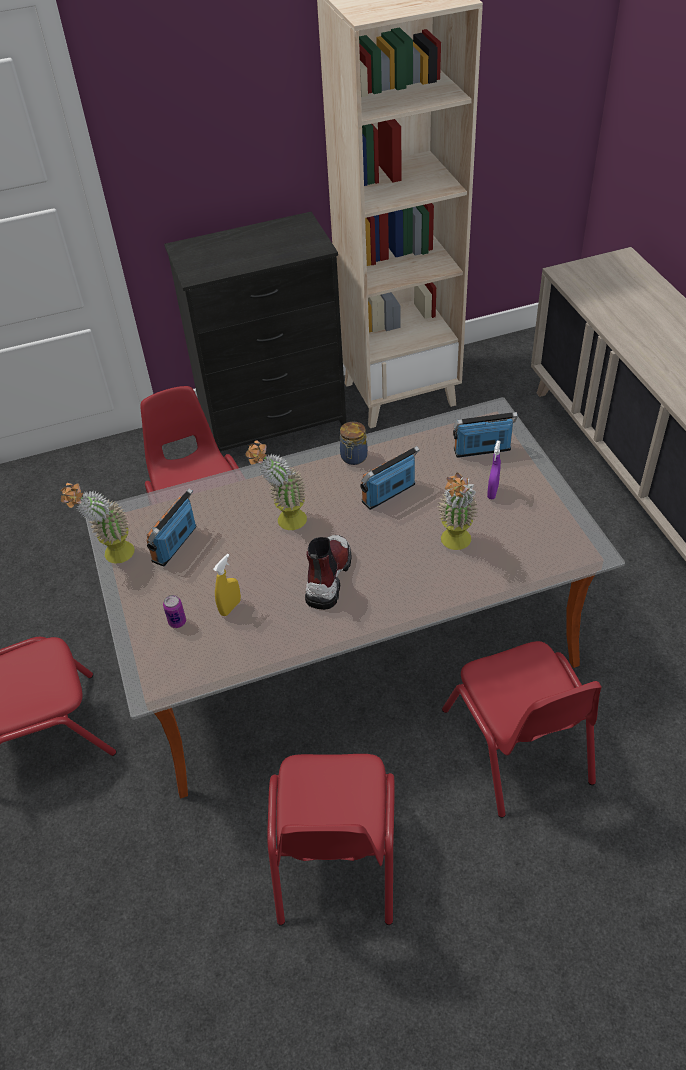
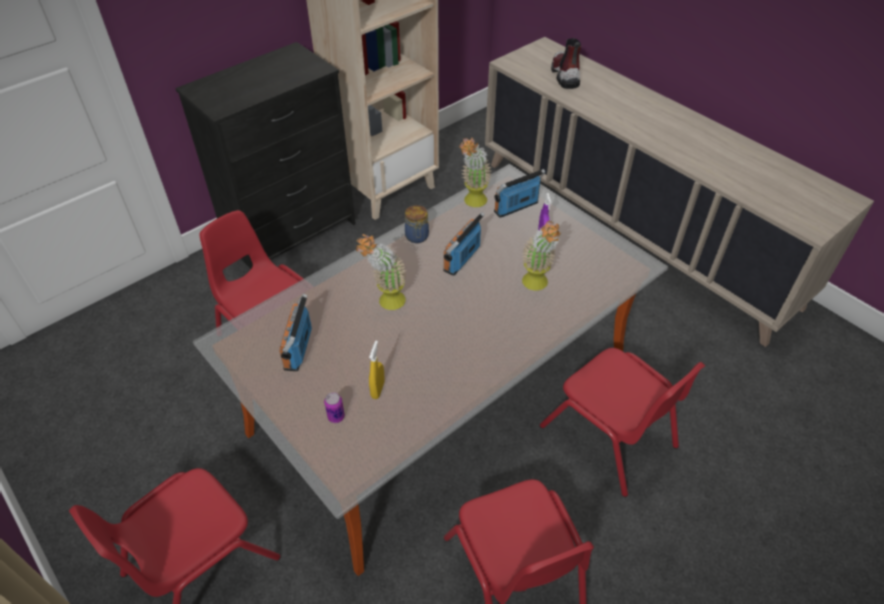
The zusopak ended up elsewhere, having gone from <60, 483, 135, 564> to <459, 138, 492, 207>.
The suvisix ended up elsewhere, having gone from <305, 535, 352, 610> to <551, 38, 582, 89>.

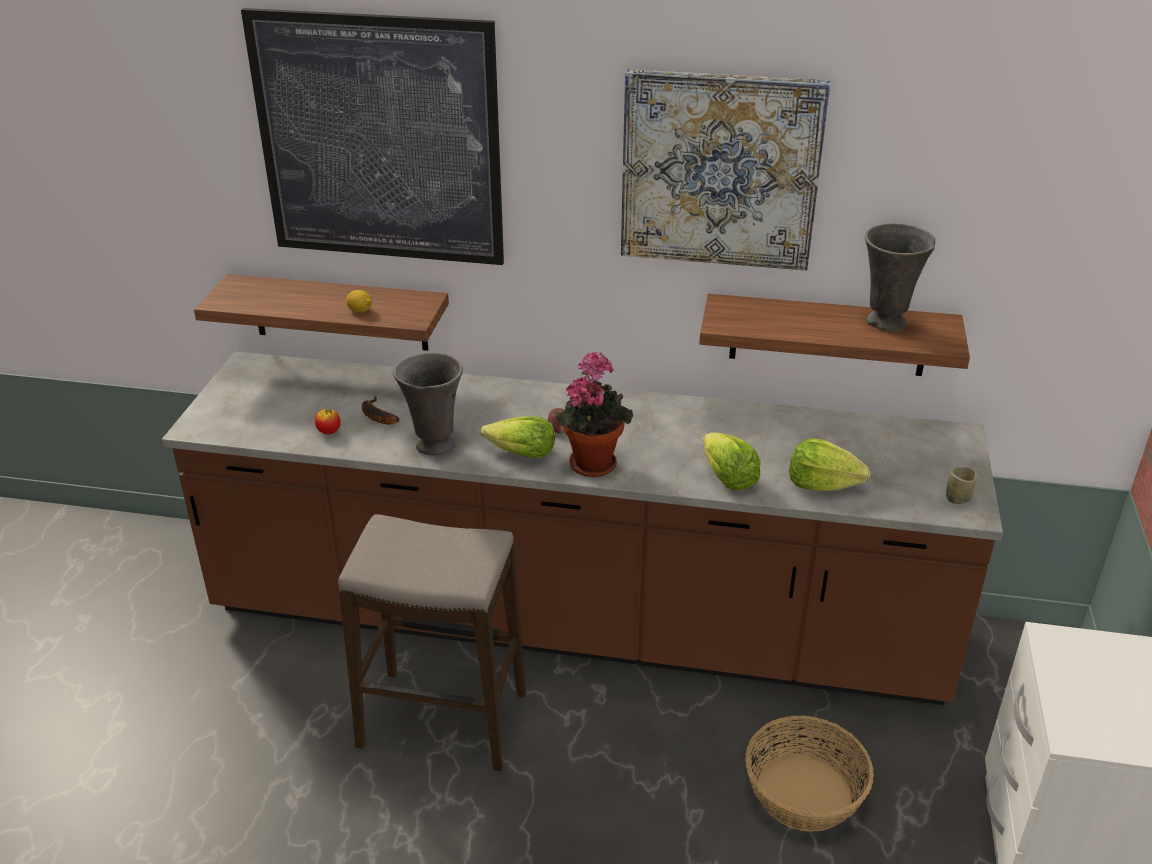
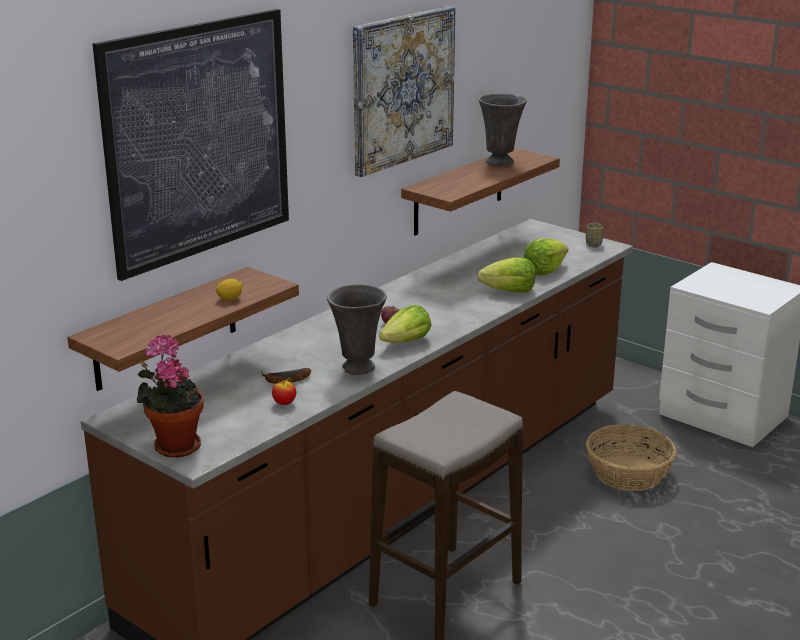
The zusopak ended up elsewhere, having gone from <555, 352, 633, 477> to <137, 335, 204, 458>.

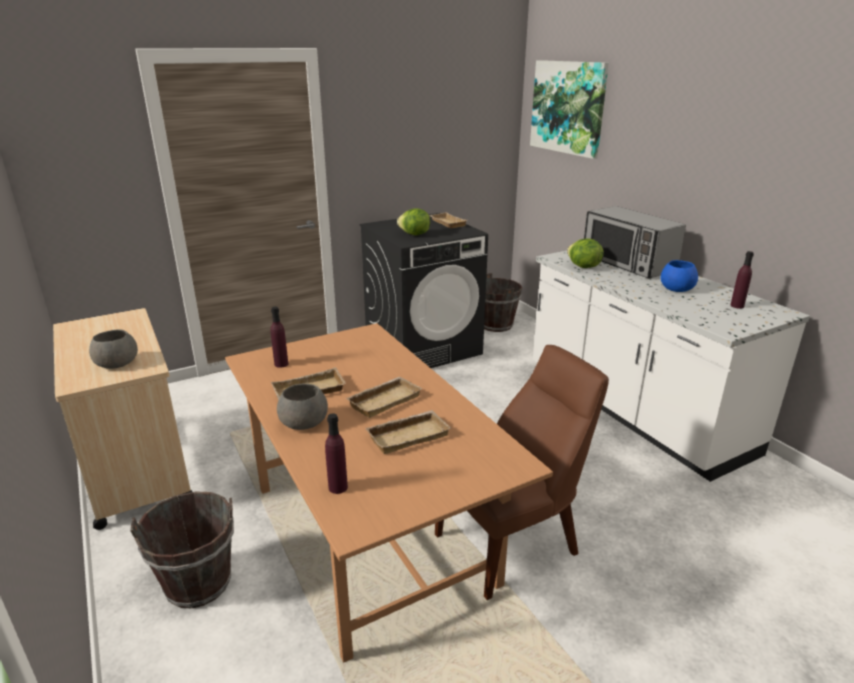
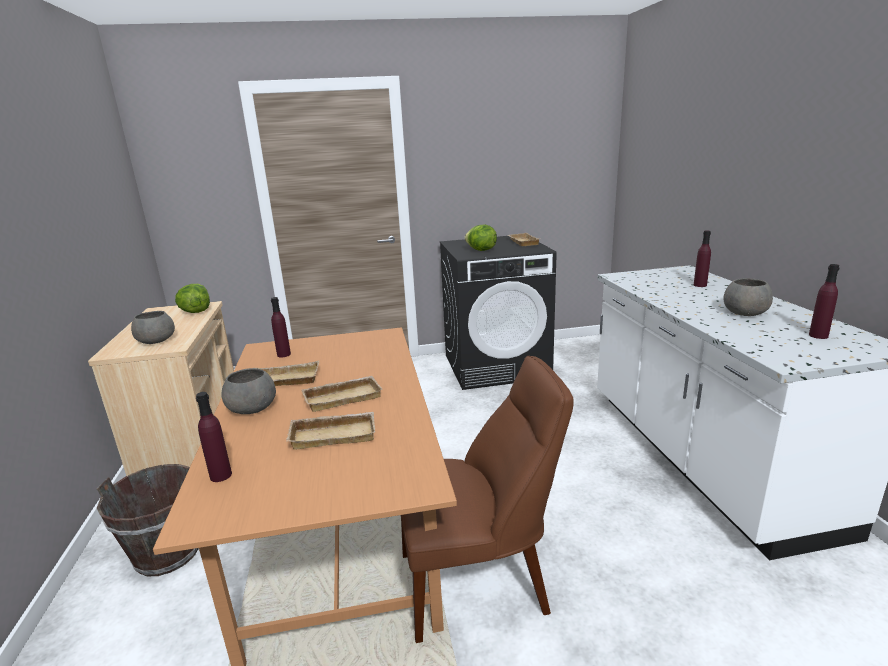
The second view lost the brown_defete at <484, 273, 522, 332>.
The second view lost the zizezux at <530, 60, 609, 159>.
The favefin ended up elsewhere, having gone from <567, 238, 604, 268> to <175, 284, 210, 313>.
Where the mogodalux stood at <584, 206, 686, 279>, the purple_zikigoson came to stand at <694, 230, 711, 287>.
What was the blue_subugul at <661, 260, 698, 292> turned into the grey_subugul at <723, 278, 773, 316>.

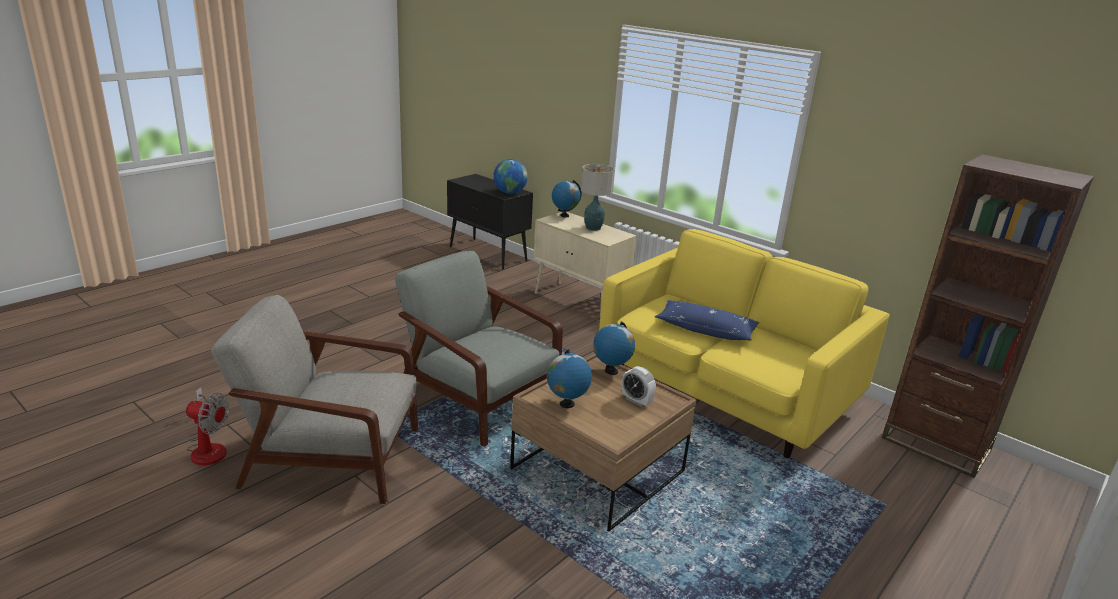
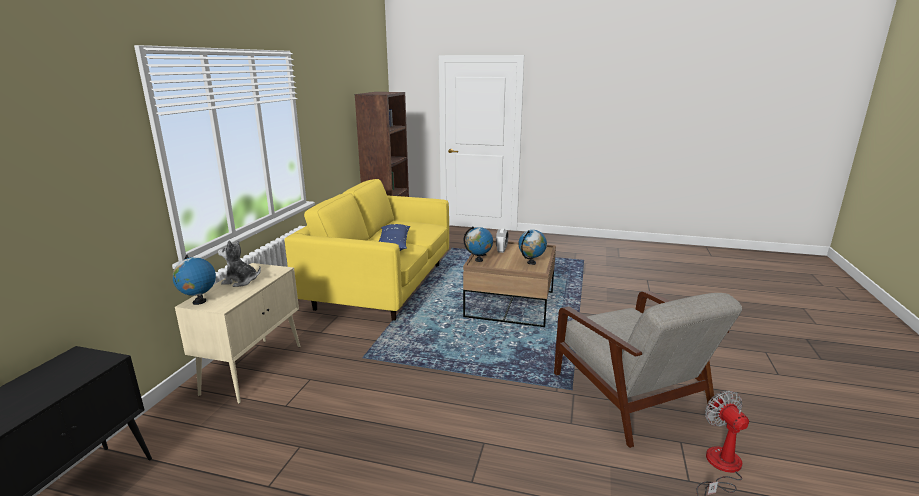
The second view lost the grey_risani at <395, 251, 563, 447>.
The second view lost the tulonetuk at <493, 159, 528, 194>.
Where the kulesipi stood at <581, 164, 615, 231>, the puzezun came to stand at <218, 240, 261, 287>.

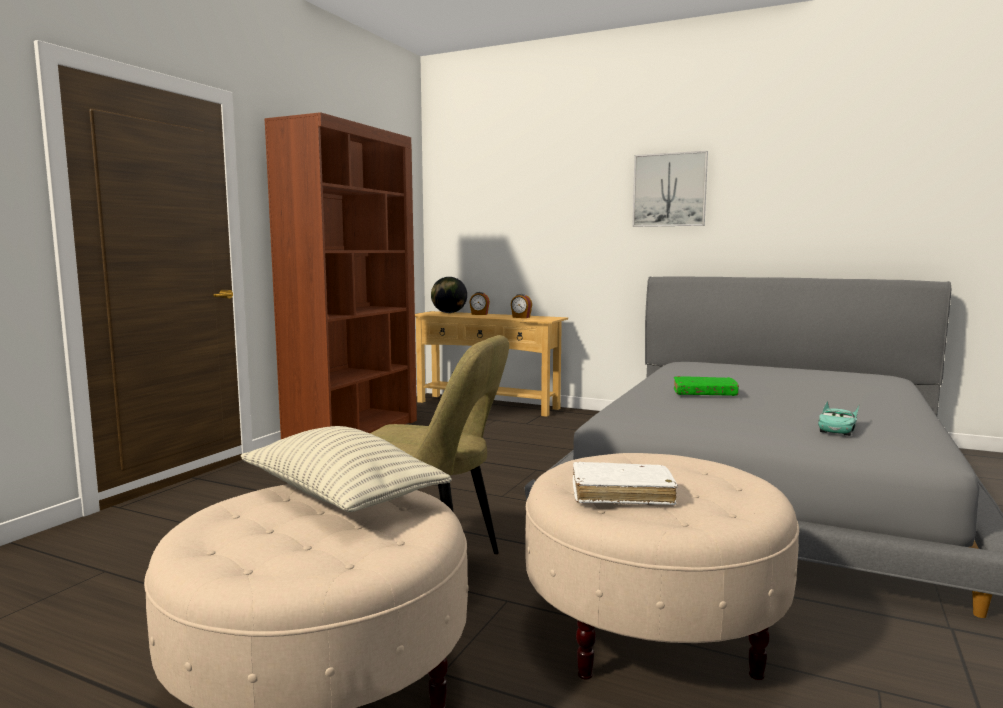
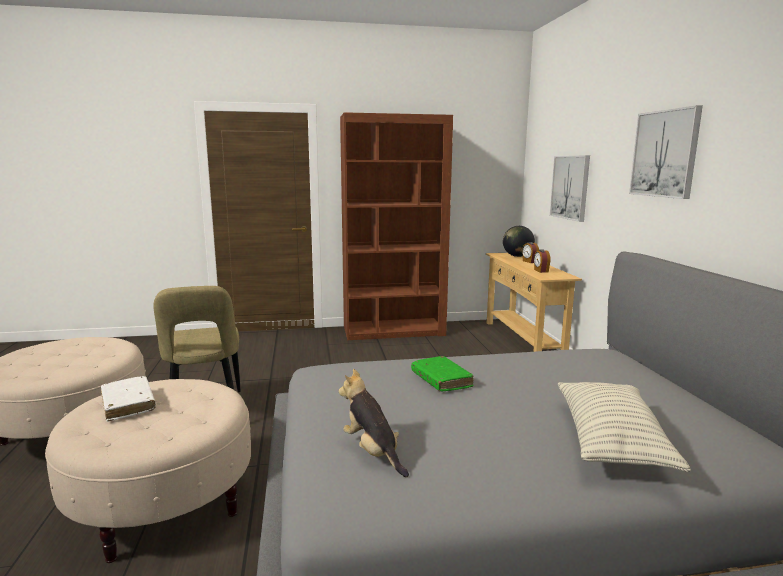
The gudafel ended up elsewhere, having gone from <240, 426, 452, 512> to <558, 382, 691, 473>.
Where the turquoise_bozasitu stood at <818, 400, 859, 436>, the puzezun came to stand at <339, 369, 409, 477>.
The second view gained the zizezux at <550, 155, 590, 222>.

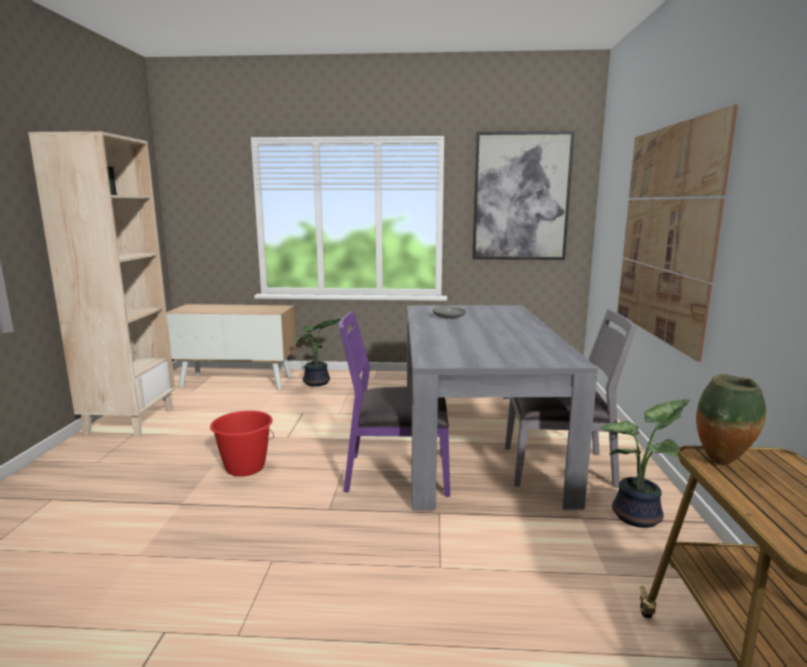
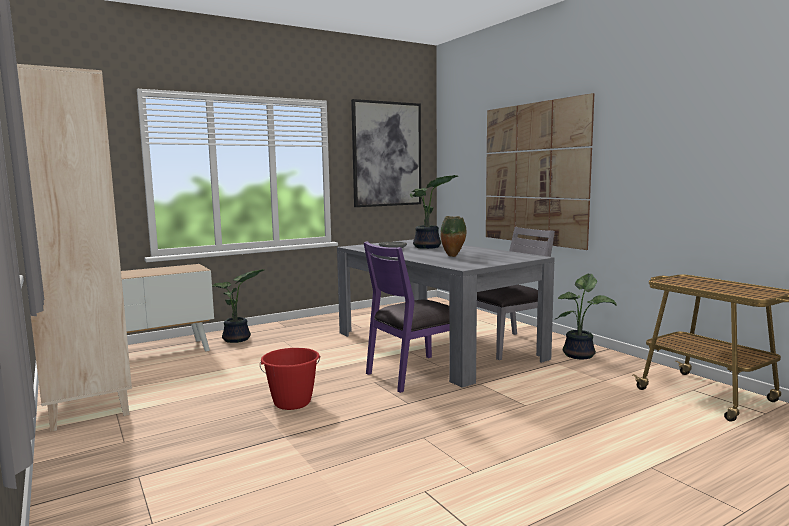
The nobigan ended up elsewhere, having gone from <696, 374, 766, 465> to <440, 216, 467, 257>.
The second view gained the zusopak at <410, 175, 458, 249>.

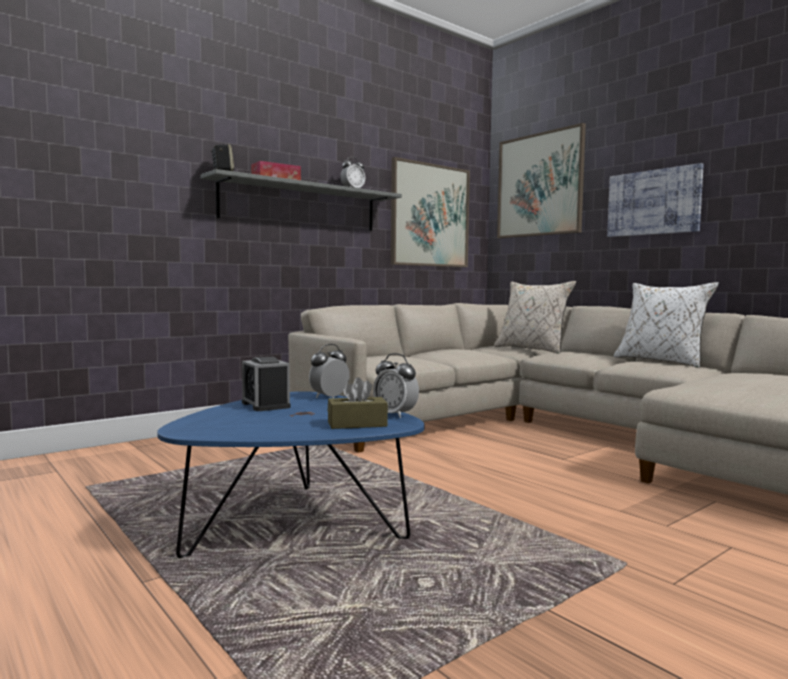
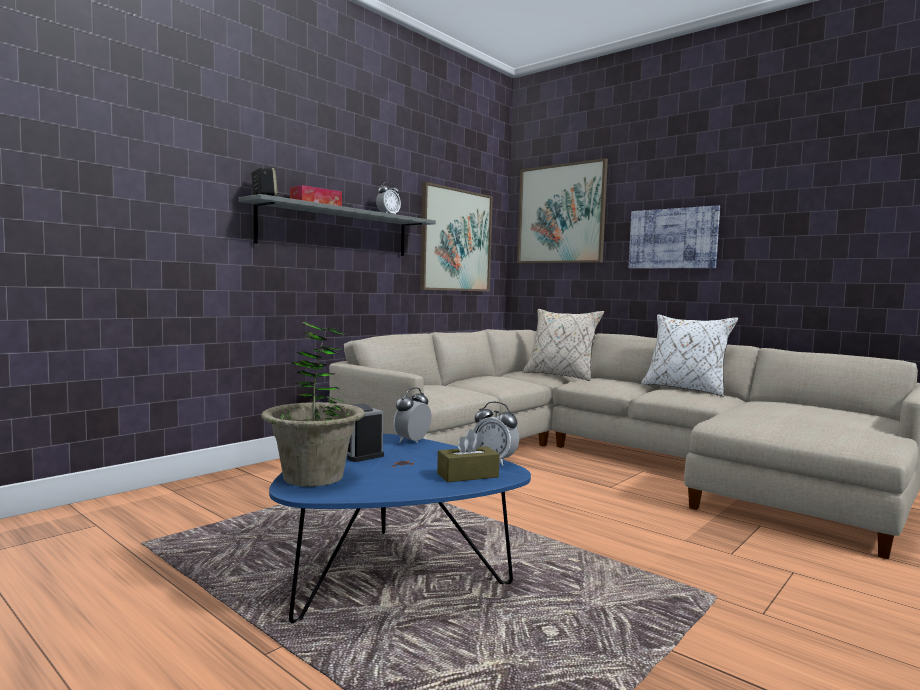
The second view gained the zusopak at <261, 322, 365, 487>.

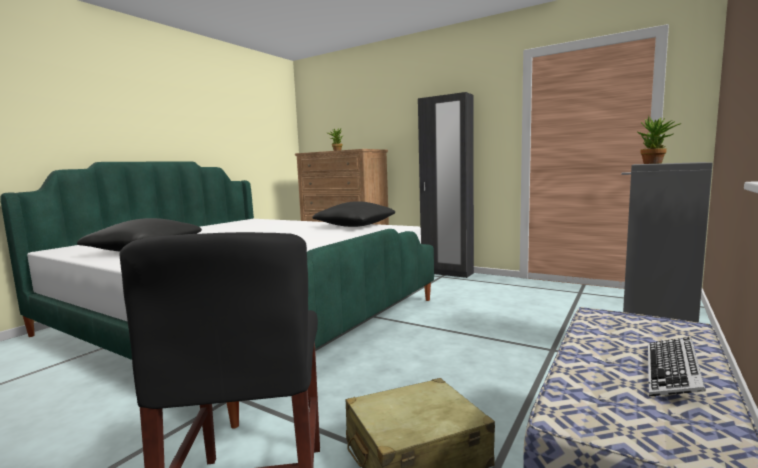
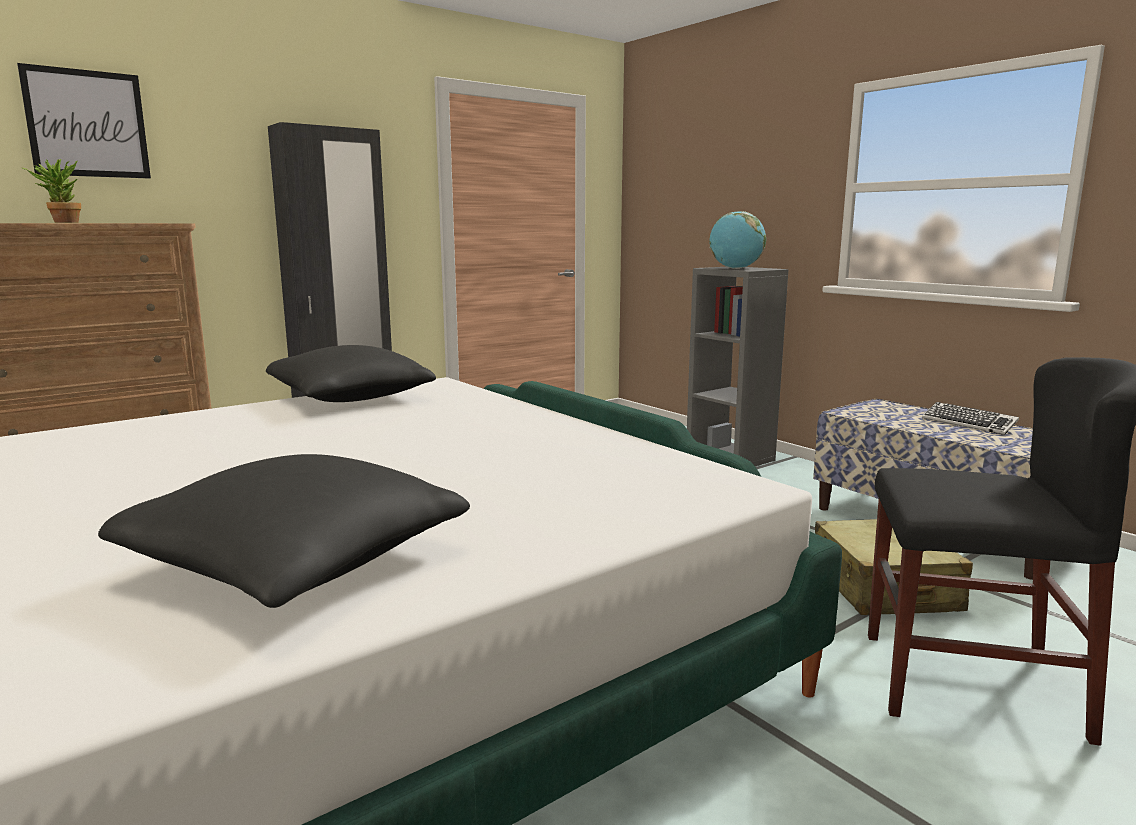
Where the zusopak stood at <636, 116, 681, 164>, the tulonetuk came to stand at <709, 211, 766, 269>.
The second view gained the zizezux at <17, 63, 151, 179>.

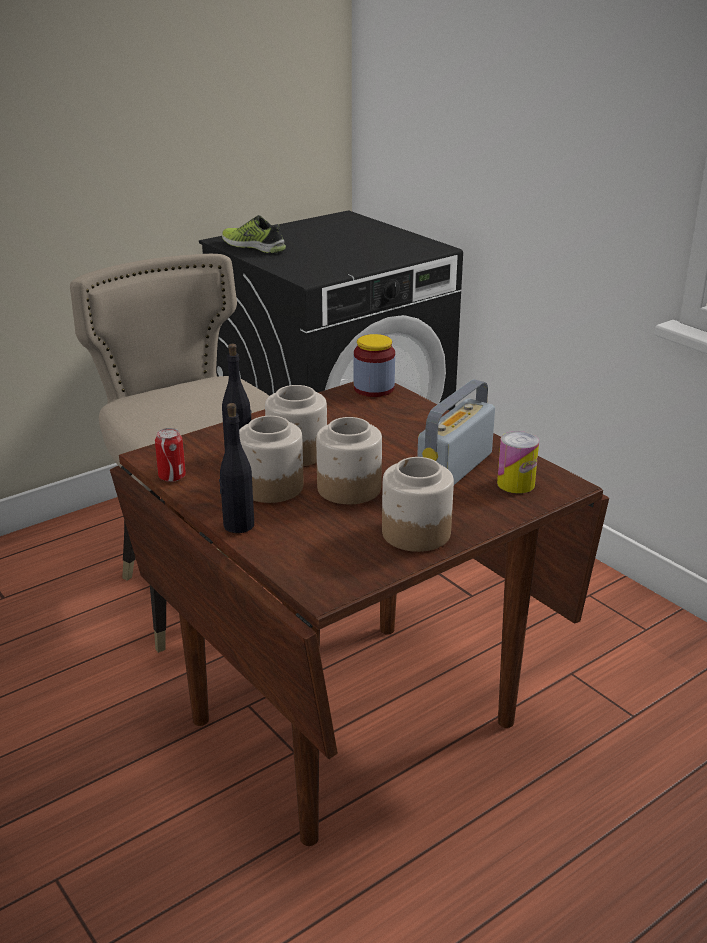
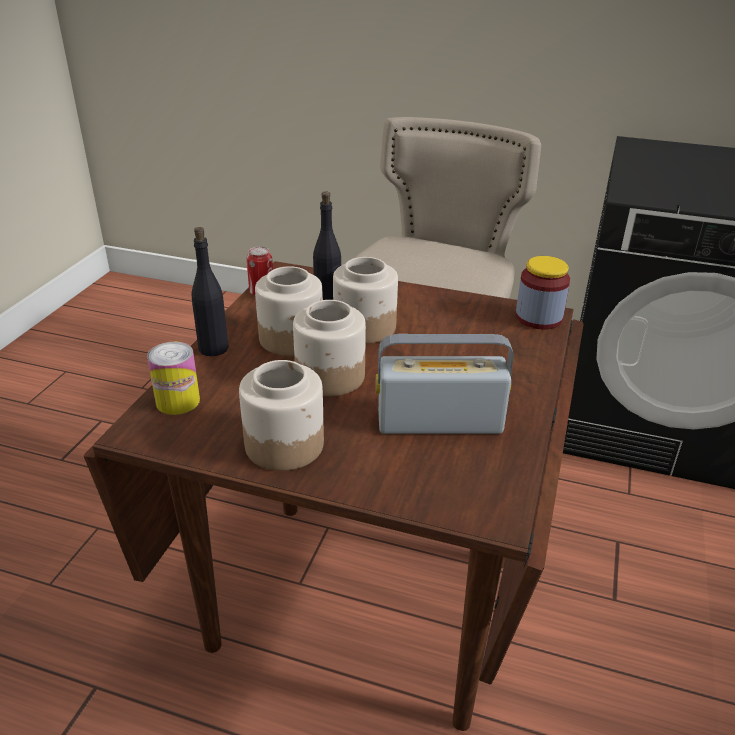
The second view lost the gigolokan at <222, 215, 286, 254>.
The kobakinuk ended up elsewhere, having gone from <497, 431, 539, 494> to <147, 342, 200, 415>.

